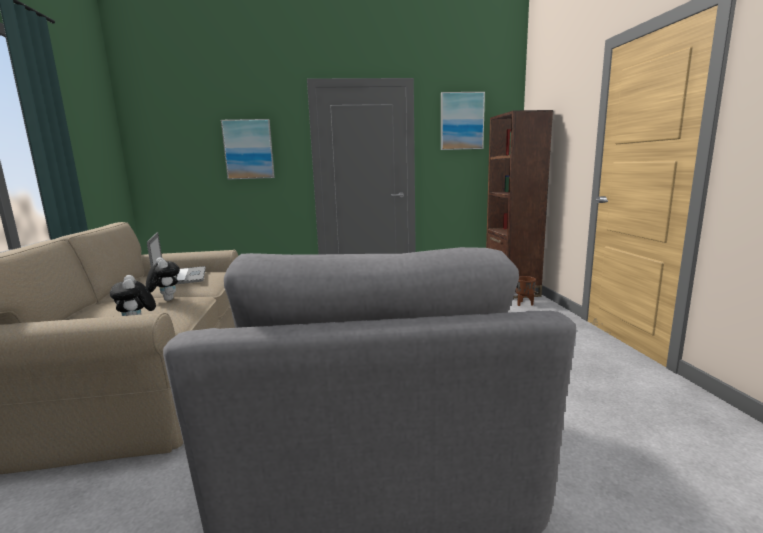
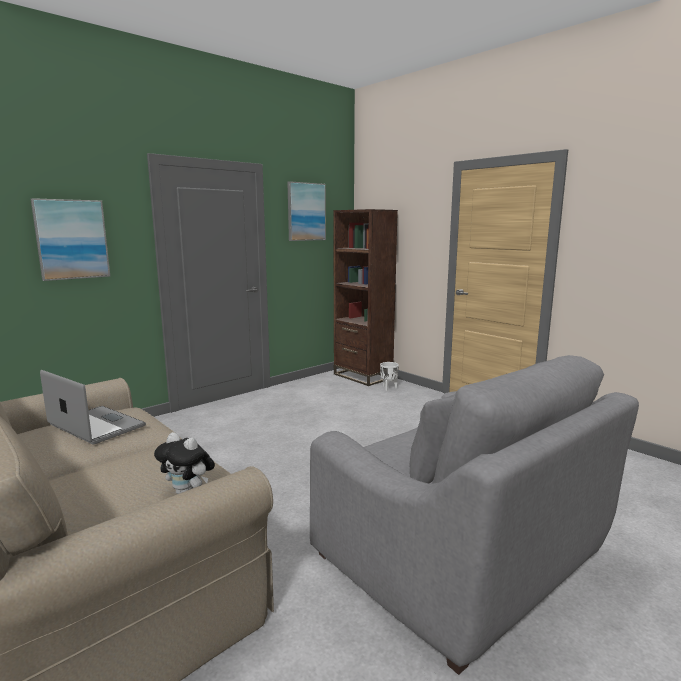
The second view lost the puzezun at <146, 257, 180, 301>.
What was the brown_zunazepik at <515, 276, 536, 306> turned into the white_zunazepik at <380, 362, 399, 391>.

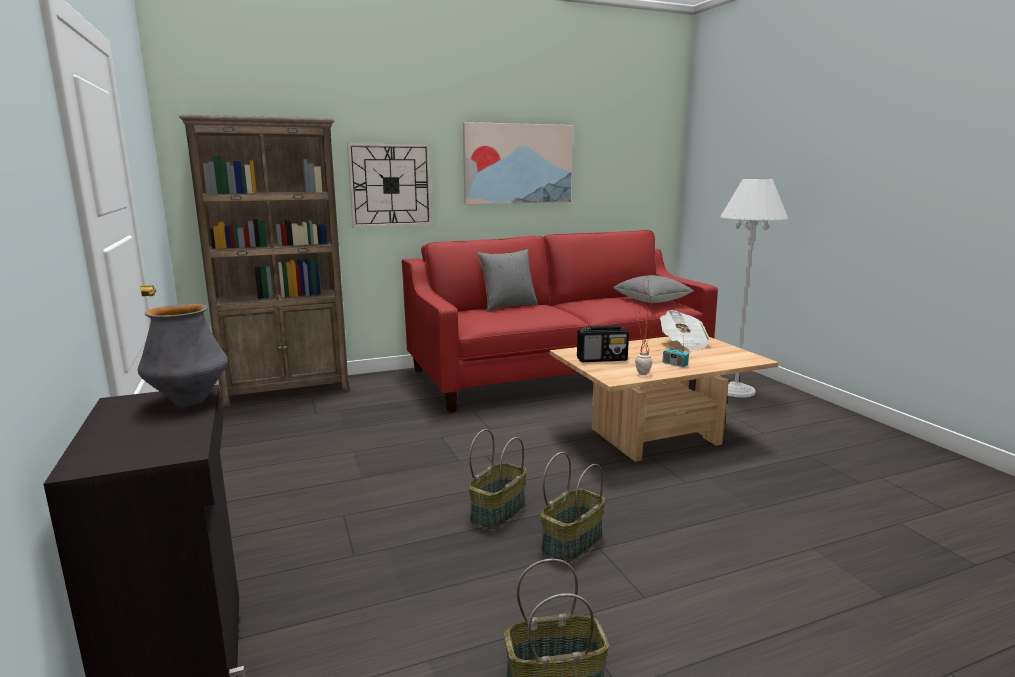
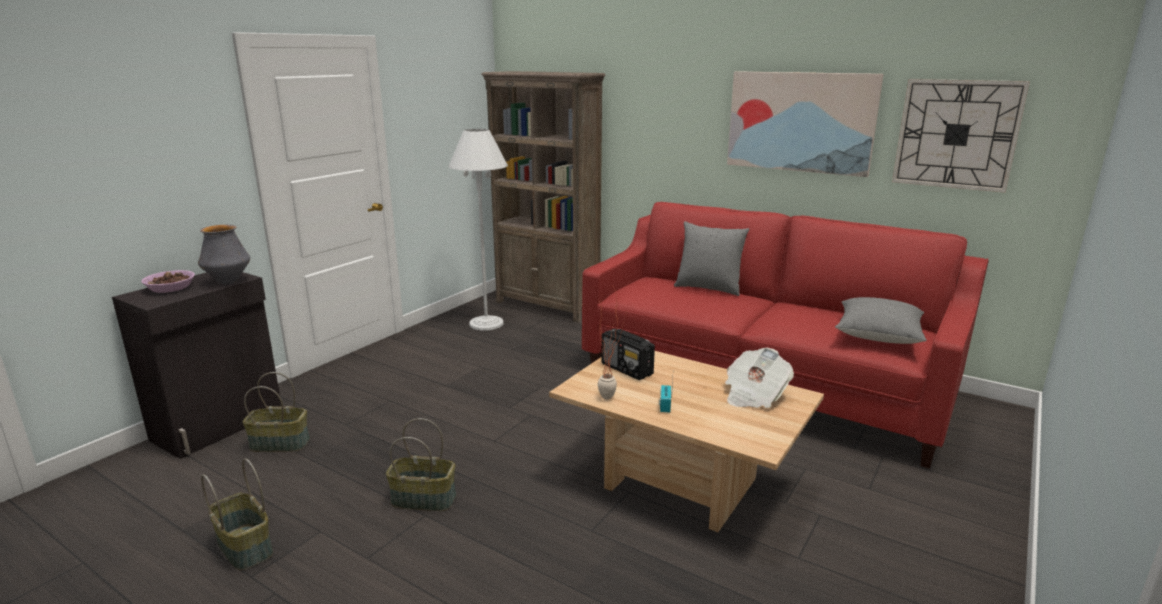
The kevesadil ended up elsewhere, having gone from <347, 143, 432, 228> to <892, 79, 1030, 193>.
The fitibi ended up elsewhere, having gone from <468, 429, 527, 529> to <243, 372, 310, 452>.
The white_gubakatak ended up elsewhere, having gone from <720, 179, 788, 397> to <448, 129, 508, 330>.
The second view gained the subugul at <141, 270, 195, 293>.

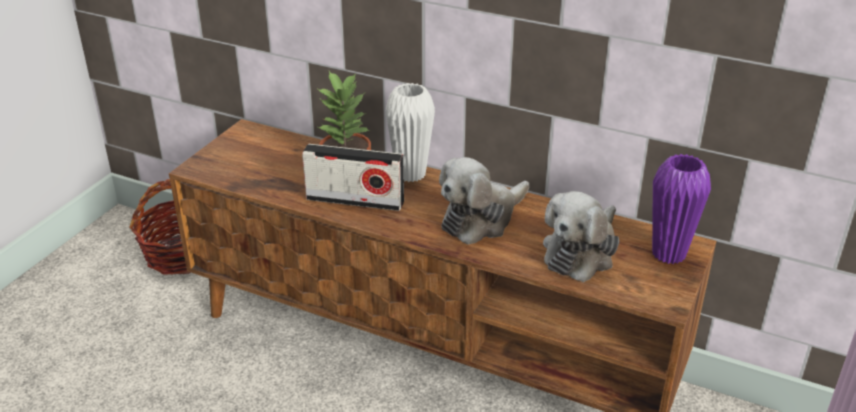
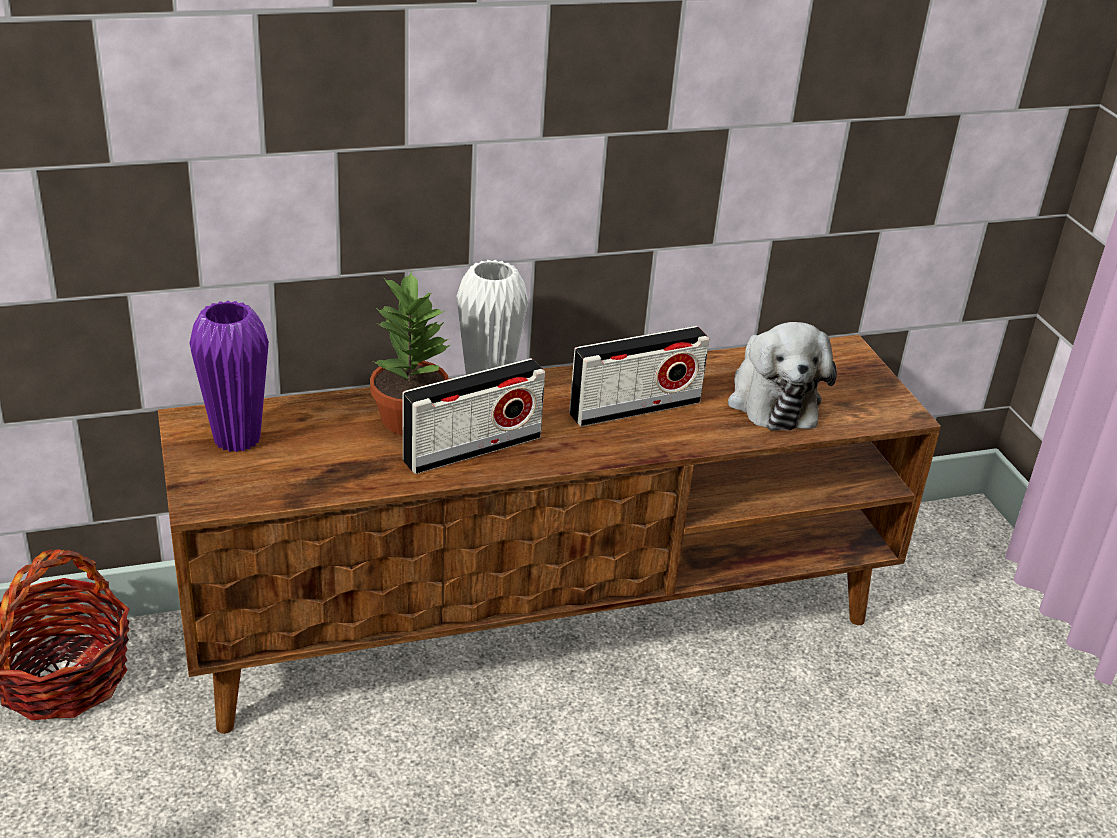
Where the puzezun stood at <439, 157, 529, 245>, the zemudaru came to stand at <569, 326, 709, 427>.
The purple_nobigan ended up elsewhere, having gone from <652, 154, 711, 264> to <189, 301, 269, 452>.

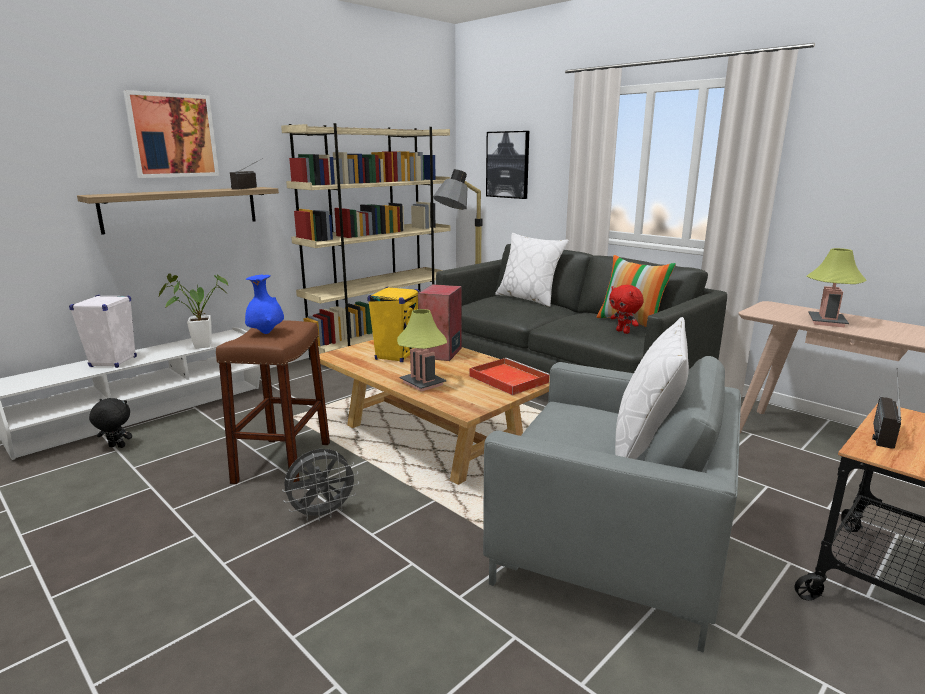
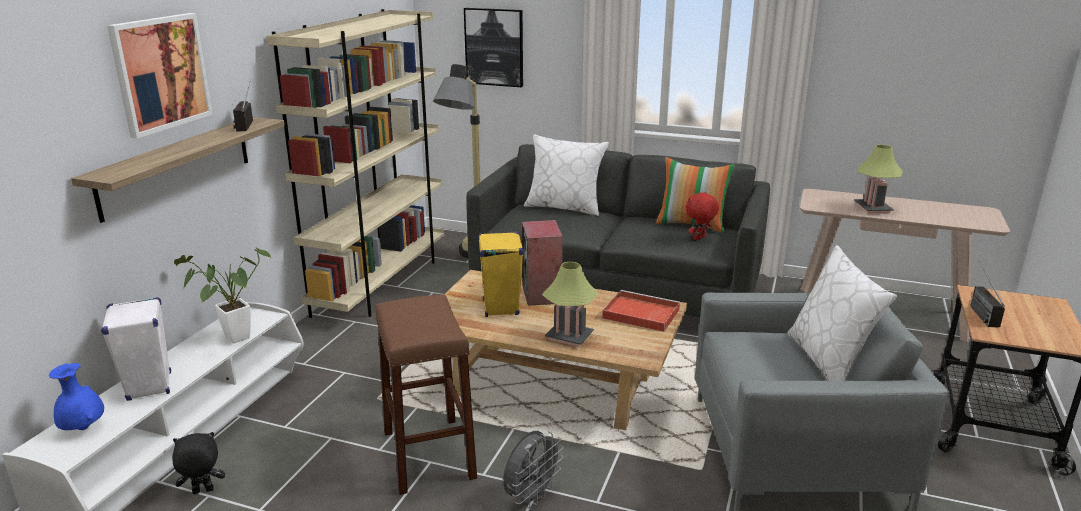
The blue_nobigan ended up elsewhere, having gone from <245, 275, 284, 334> to <49, 363, 104, 430>.
The red_puzezun at <609, 285, 644, 334> ended up facing another way, 105 degrees clockwise from before.

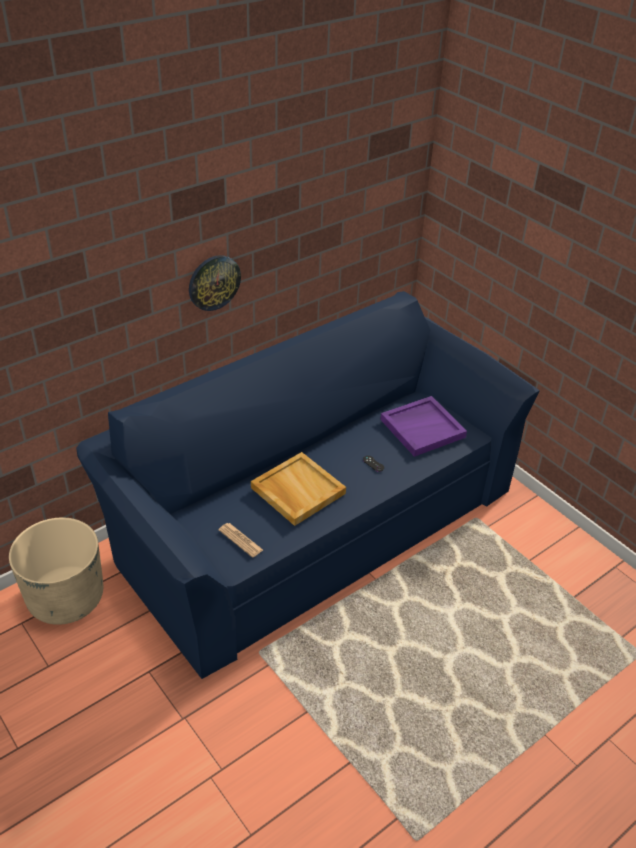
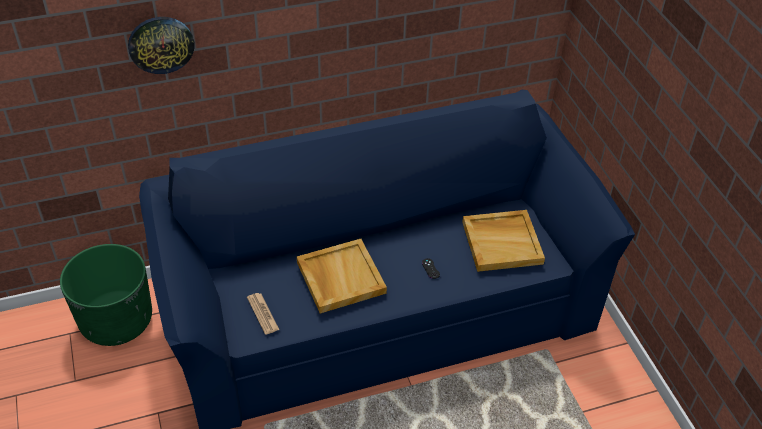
What was the beige_zunazepik at <9, 517, 103, 625> turned into the green_zunazepik at <60, 244, 152, 346>.
The kevesadil ended up elsewhere, having gone from <189, 255, 241, 311> to <128, 17, 195, 74>.
What was the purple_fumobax at <380, 396, 467, 457> turned into the beige_fumobax at <462, 210, 545, 272>.

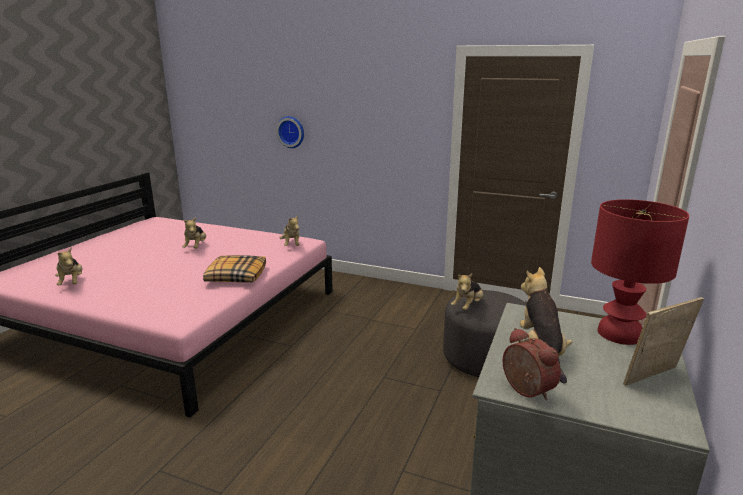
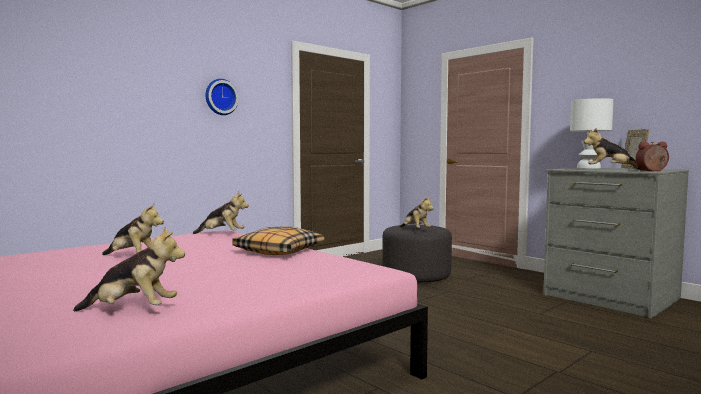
The kevesadil ended up elsewhere, having gone from <276, 116, 304, 148> to <205, 79, 239, 115>.
What was the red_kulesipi at <591, 199, 689, 345> turned into the white_kulesipi at <570, 98, 614, 169>.

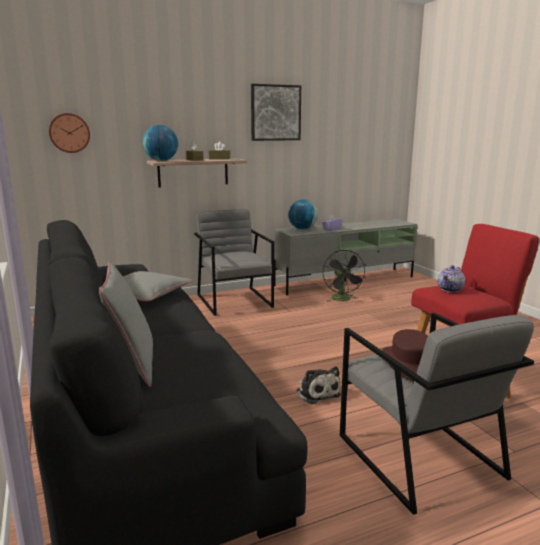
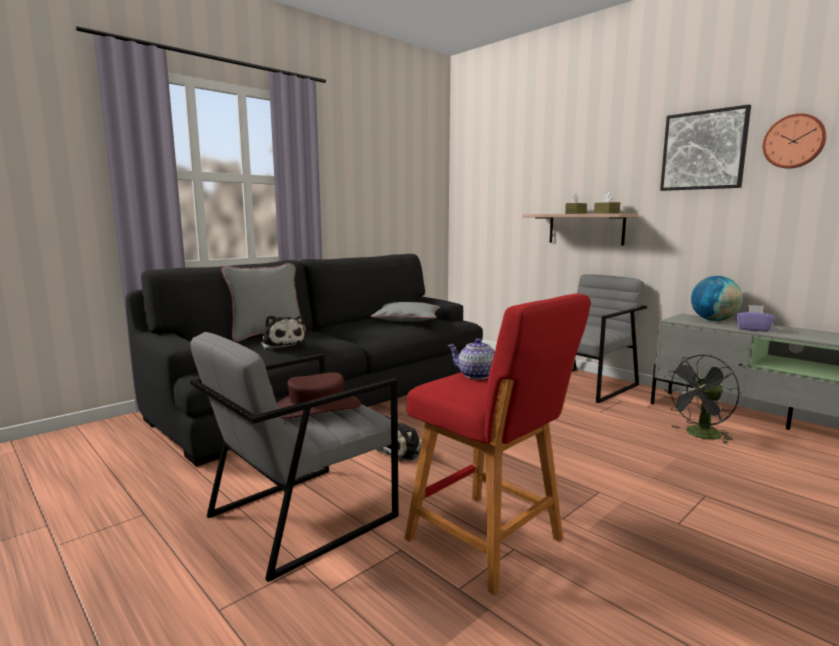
The kevesadil ended up elsewhere, having gone from <49, 113, 90, 153> to <763, 113, 827, 169>.
The second view lost the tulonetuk at <143, 125, 178, 161>.
The second view gained the puzezun at <260, 315, 306, 349>.

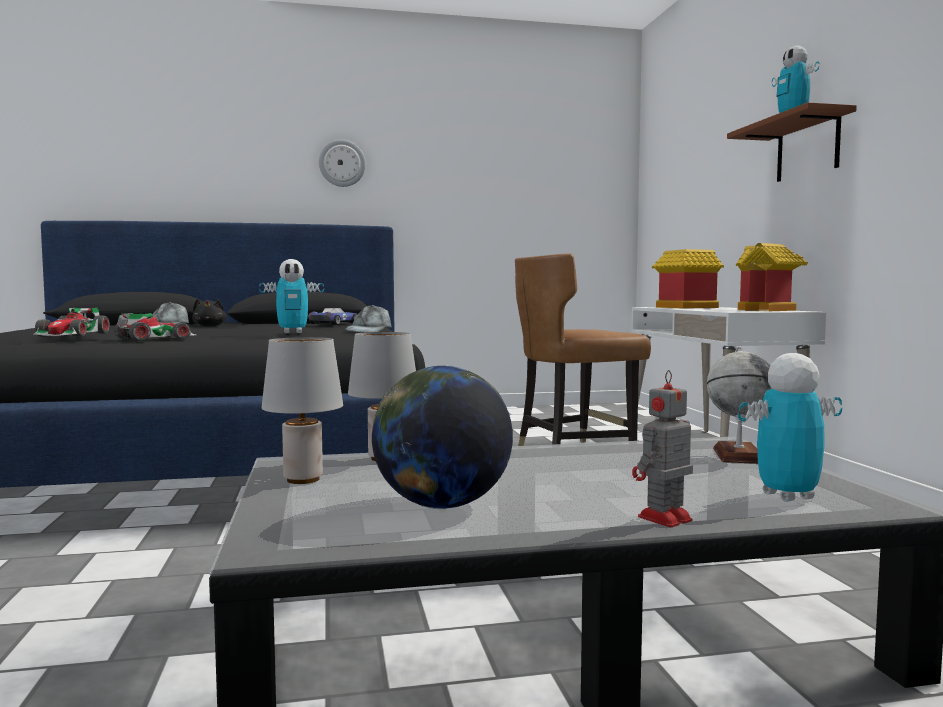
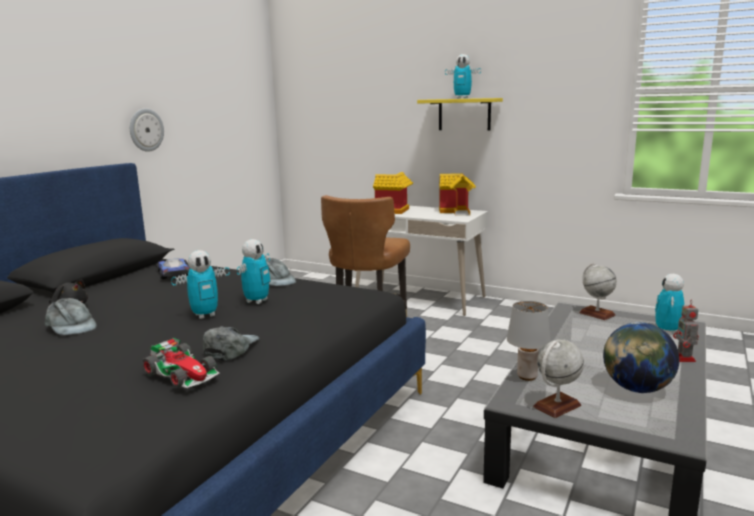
Where the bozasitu stood at <114, 313, 196, 341>, the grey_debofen came to stand at <203, 326, 259, 361>.
Where the grey_kulesipi stood at <262, 337, 343, 484>, the tulonetuk came to stand at <533, 339, 584, 418>.
The kevesadil ended up elsewhere, having gone from <319, 140, 366, 187> to <130, 108, 164, 152>.
What was the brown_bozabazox at <727, 102, 857, 182> turned into the yellow_bozabazox at <417, 98, 503, 131>.
The second view gained the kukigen at <171, 250, 230, 319>.

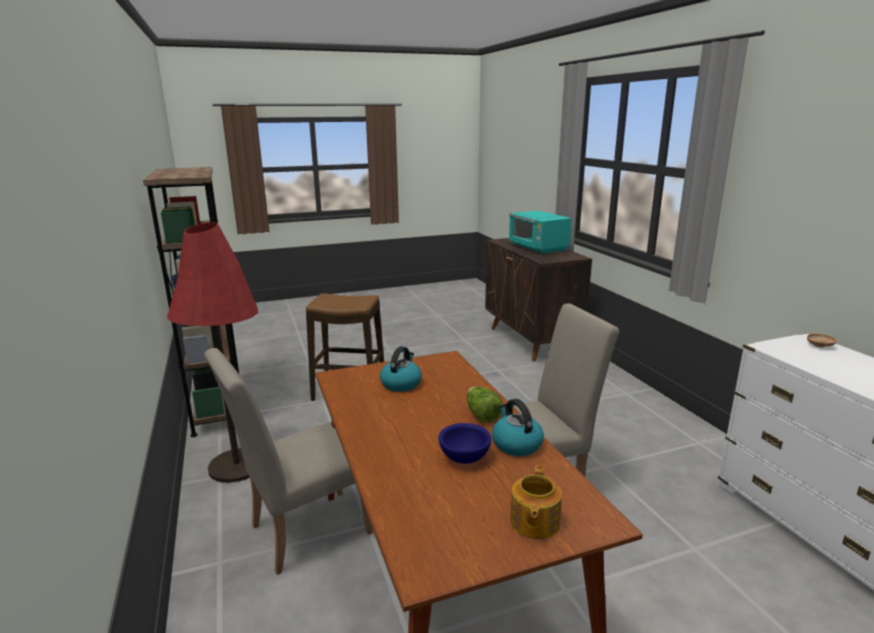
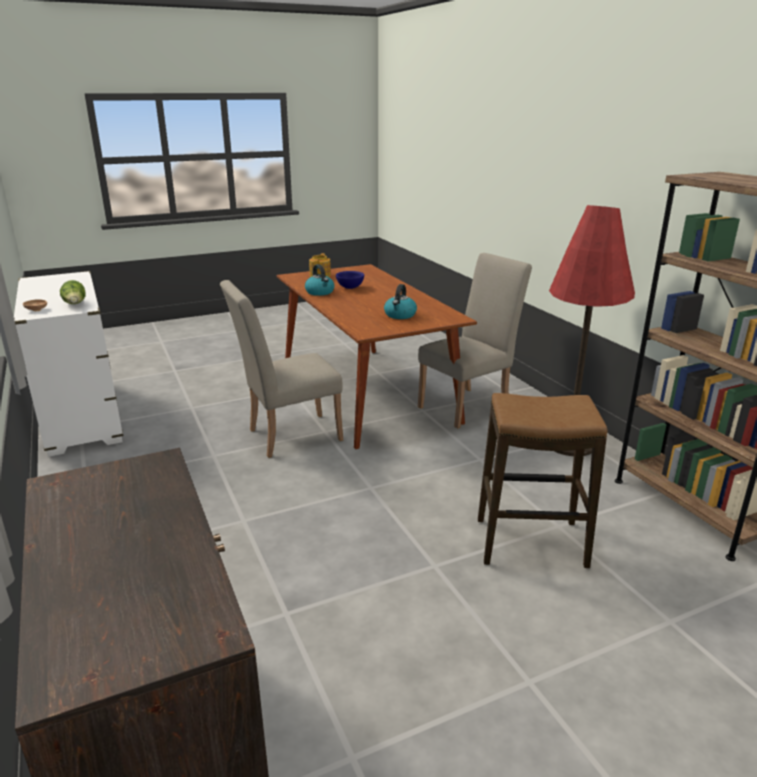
The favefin ended up elsewhere, having gone from <467, 387, 503, 423> to <60, 280, 86, 304>.
The second view lost the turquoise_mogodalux at <509, 210, 572, 254>.

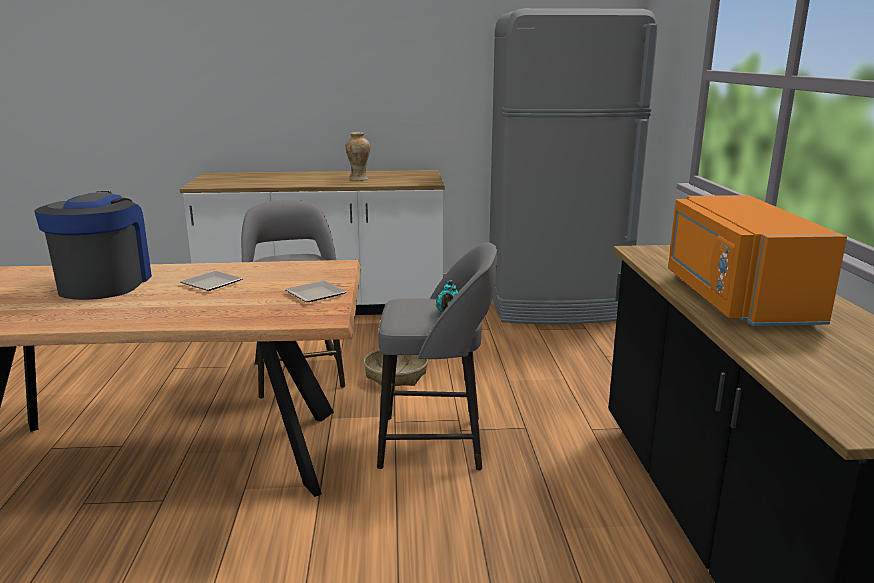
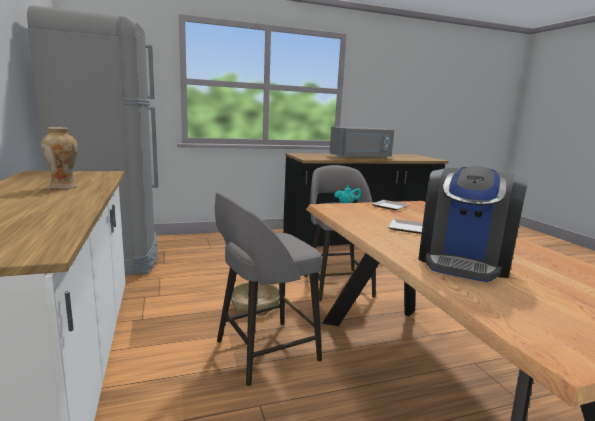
The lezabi at <34, 191, 152, 300> ended up facing another way, 45 degrees counterclockwise from before.
What was the orange_mogodalux at <668, 195, 847, 326> turned into the grey_mogodalux at <330, 127, 394, 159>.

